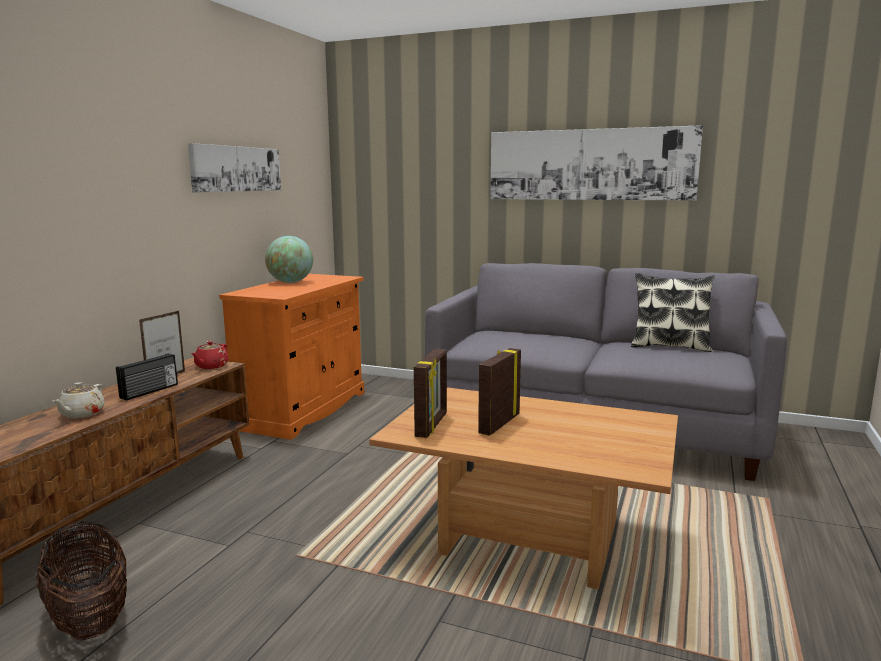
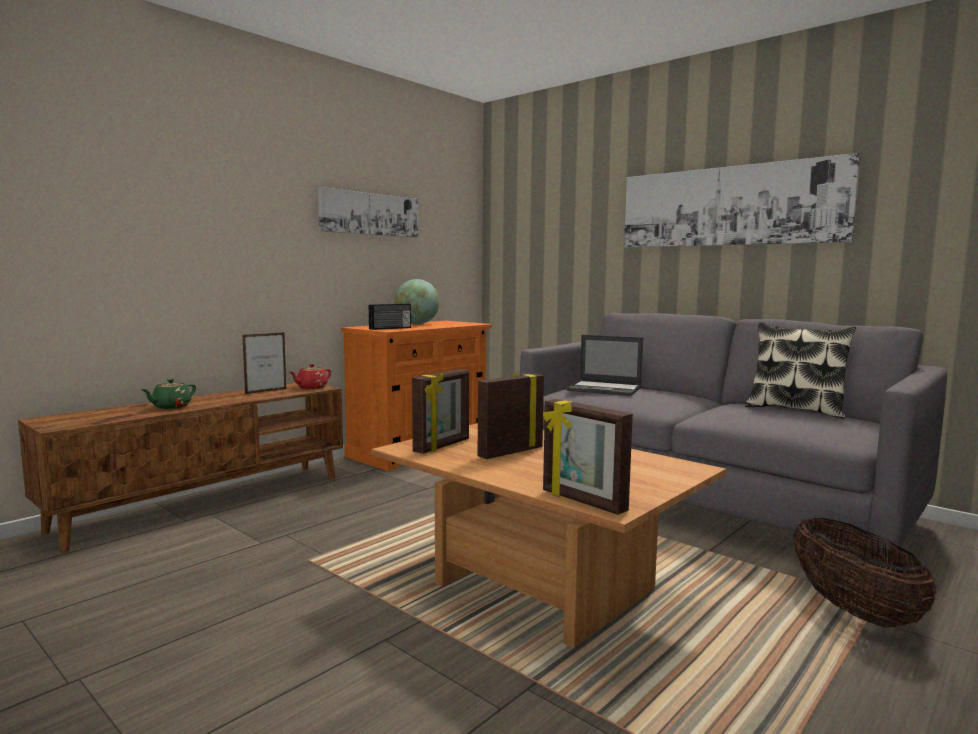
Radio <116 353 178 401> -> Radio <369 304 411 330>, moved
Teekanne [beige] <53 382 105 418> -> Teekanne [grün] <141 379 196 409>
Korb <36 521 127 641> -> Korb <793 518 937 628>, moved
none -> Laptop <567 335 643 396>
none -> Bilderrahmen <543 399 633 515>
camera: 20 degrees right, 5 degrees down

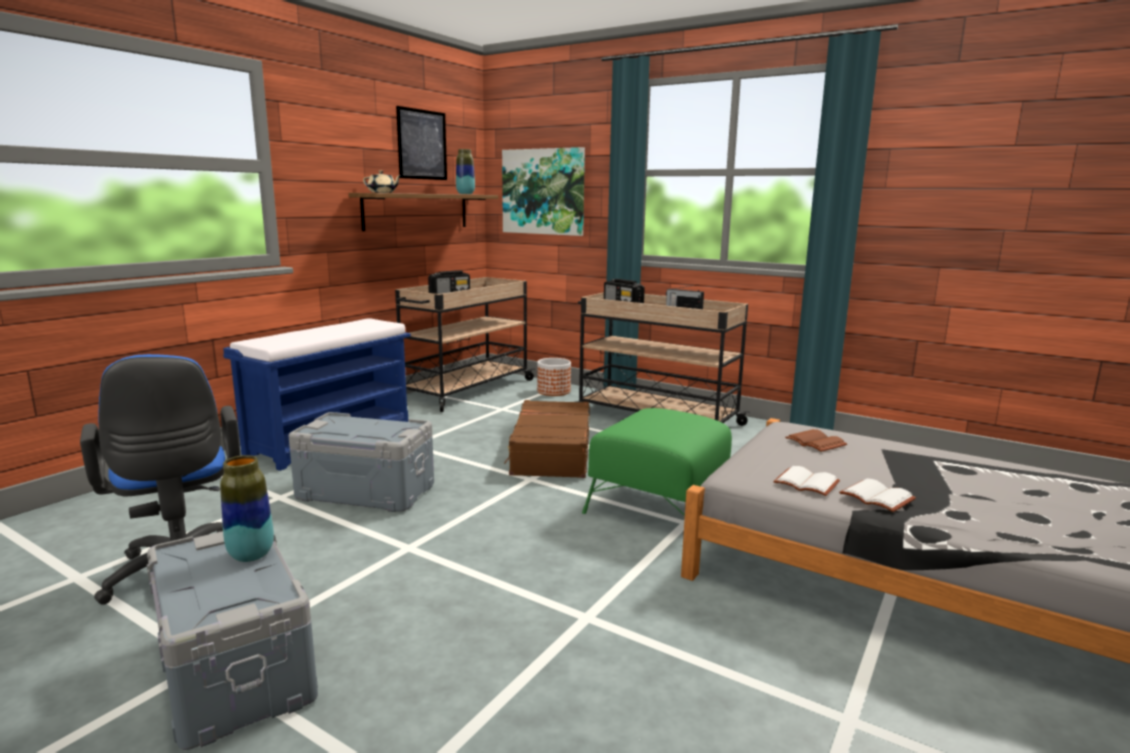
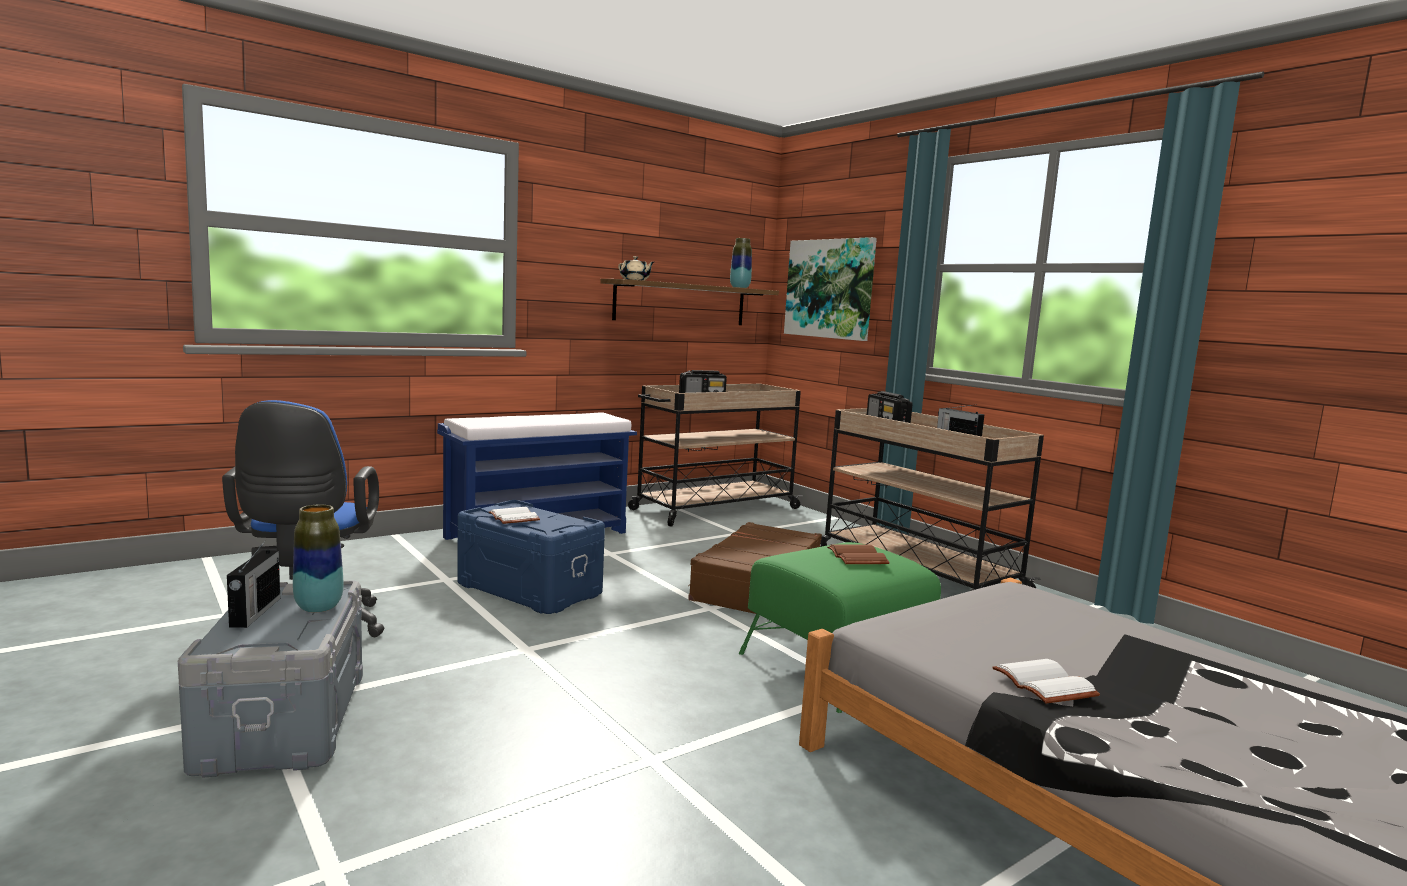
Bild <396 106 447 180> -> none
Pflanzkübel <537 358 571 396> -> none
Aufbewahrungsbox [grau] <288 412 434 512> -> Aufbewahrungsbox [blau] <457 500 605 614>
Buch [braun] <785 429 847 452> -> Buch [braun] <827 544 890 564>, moved
Buch [weiß] <773 466 840 496> -> Buch [weiß] <489 507 540 524>, moved
none -> Radio <227 539 280 628>
camera: 20 degrees right, 5 degrees down

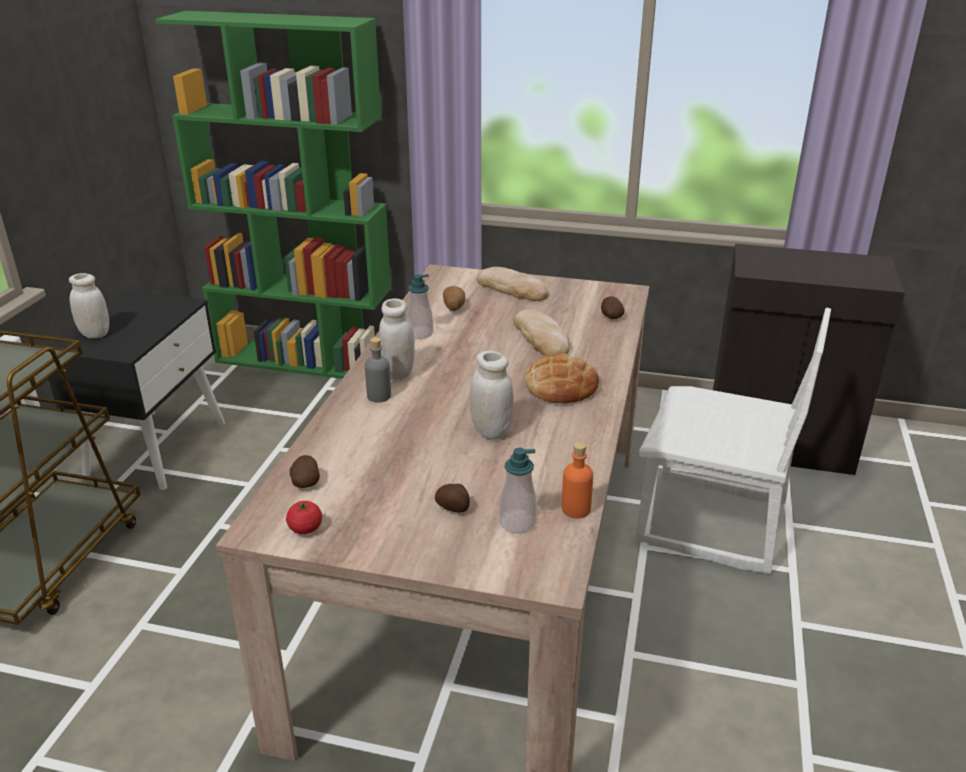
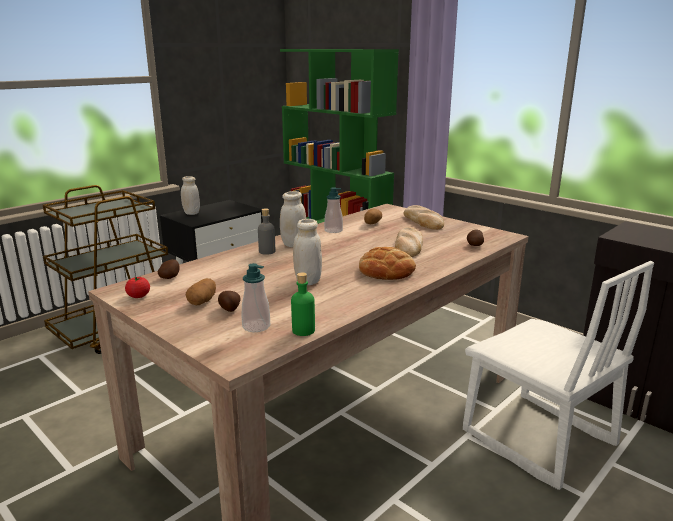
Flasche [orange] <562 442 593 518> -> Flasche [grün] <291 272 315 336>
none -> Kartoffel <186 278 216 305>
camera: 30 degrees right, 10 degrees down

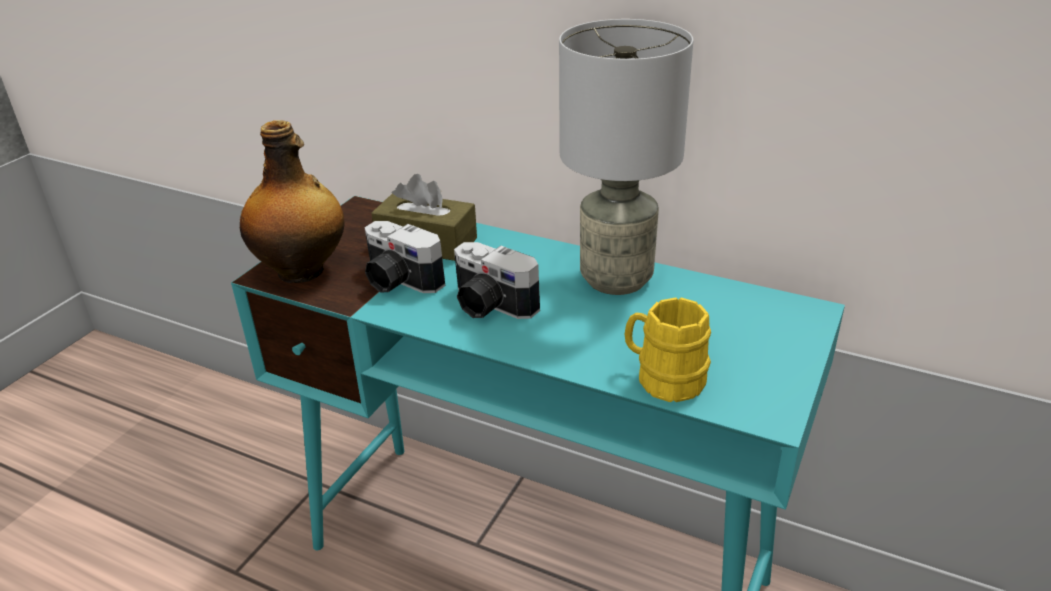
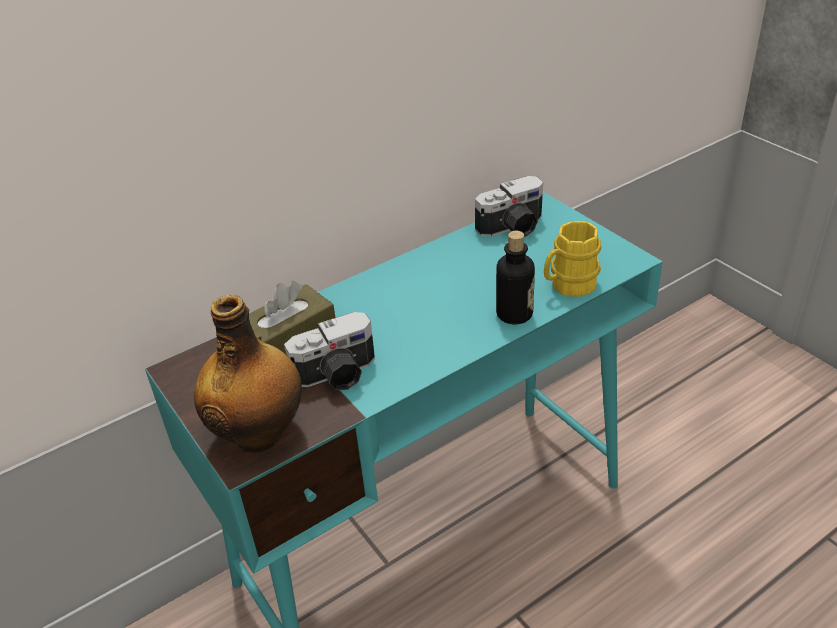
Tischlampe [grau] <559 19 694 295> -> none
Kamera <454 242 540 319> -> Kamera <475 176 543 237>, moved
none -> Flasche <496 231 535 324>
camera: 60 degrees left, 5 degrees up

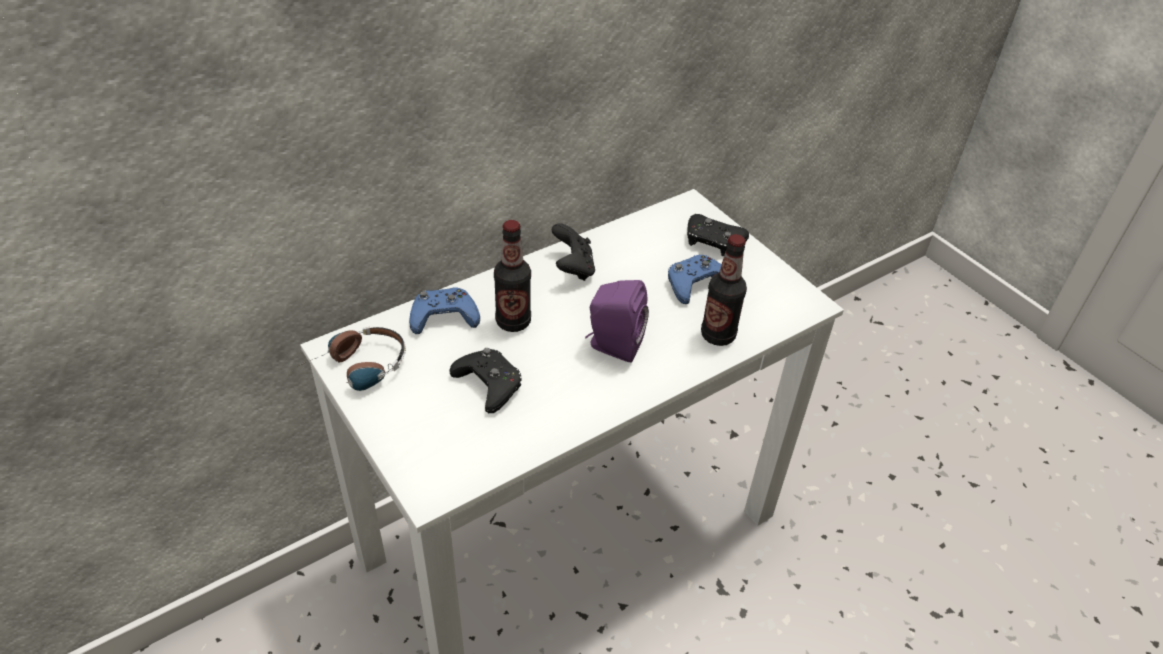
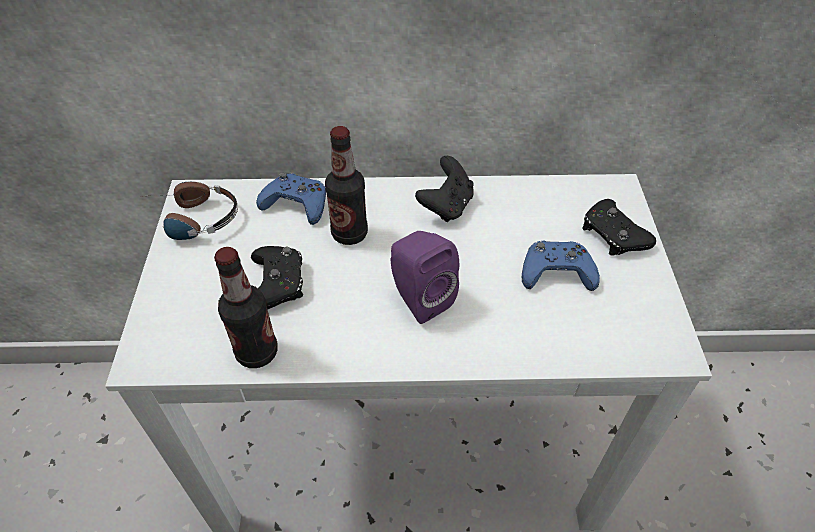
Flasche <701 234 747 346> -> Flasche <214 247 278 368>, moved
camera: 35 degrees right, 5 degrees up

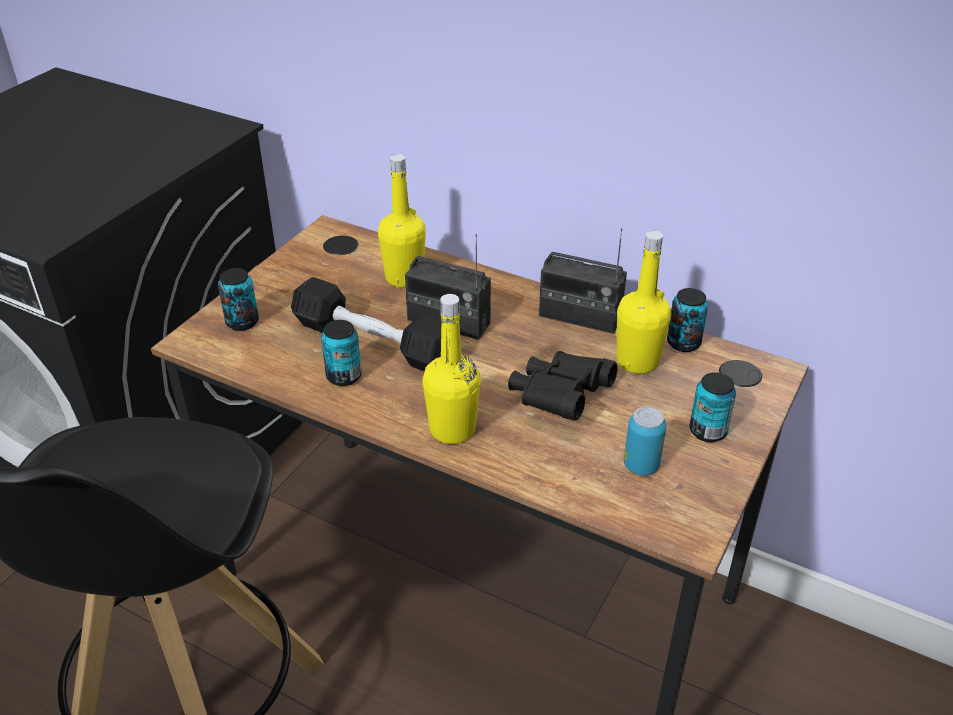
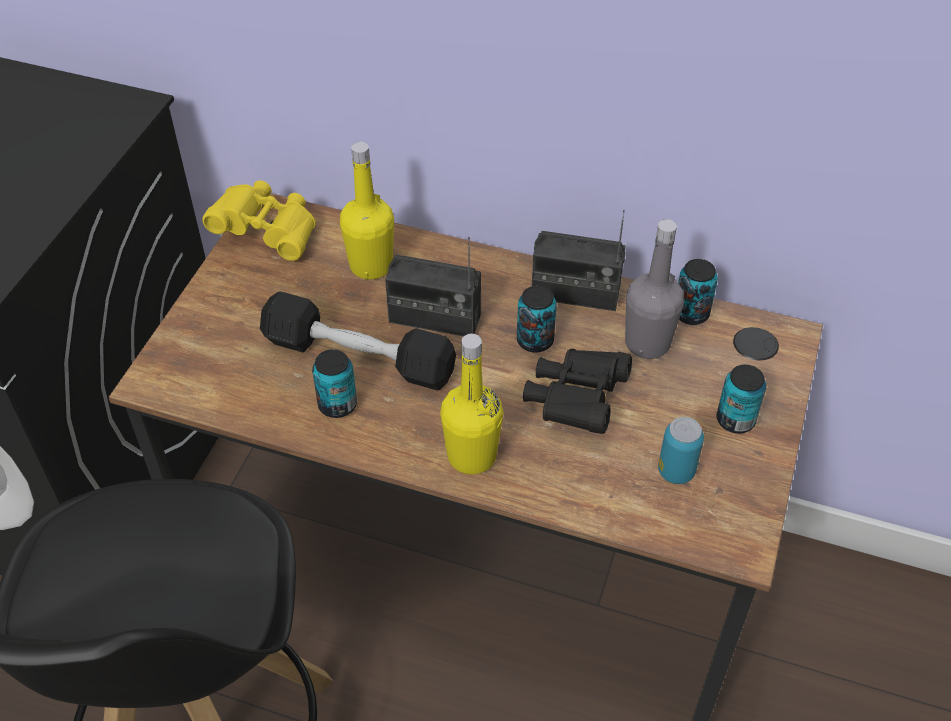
Flasche [gelb] <617 230 671 374> -> Flasche [grau] <625 219 684 359>
Dose <218 268 259 331> -> Dose <517 286 557 353>, moved
none -> Fernglas [gelb] <202 180 316 261>
camera: 10 degrees left, 10 degrees up

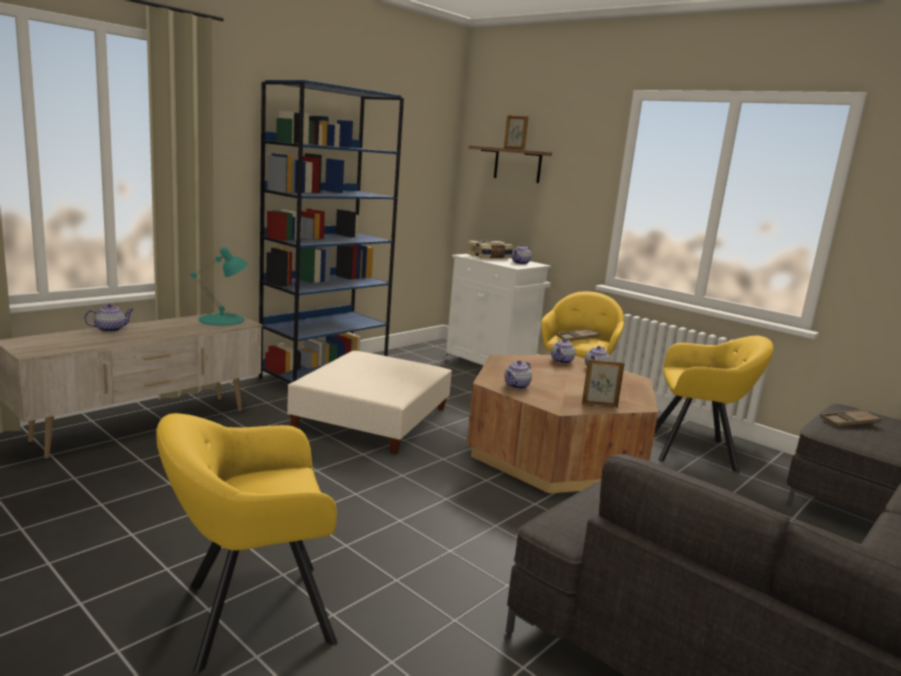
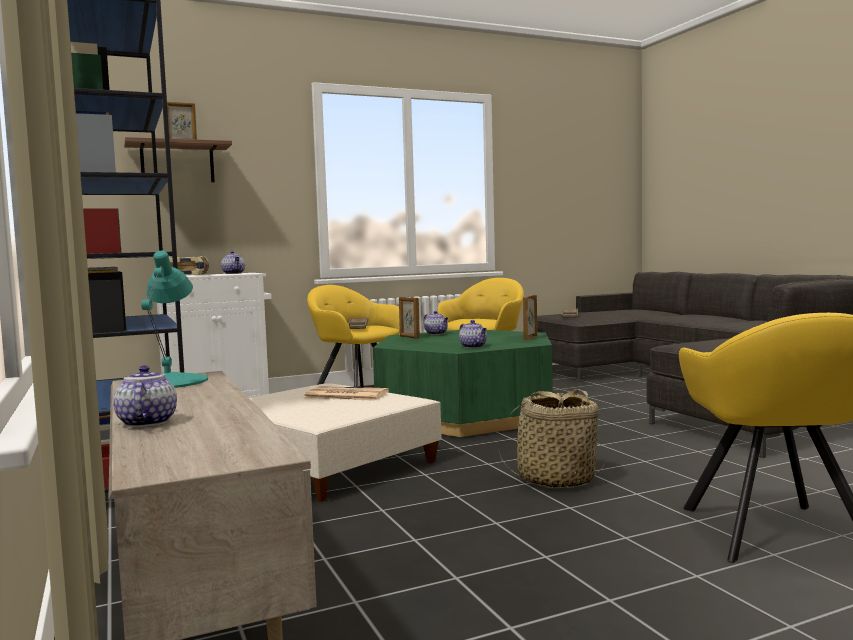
Teekanne <551 339 575 364> -> Bilderrahmen <399 297 420 339>
Couchtisch [braun] <467 355 658 494> -> Couchtisch [grün] <373 330 553 438>
none -> Zeitung <303 386 389 401>
none -> Korb <498 389 606 488>
camera: 65 degrees left, 10 degrees down

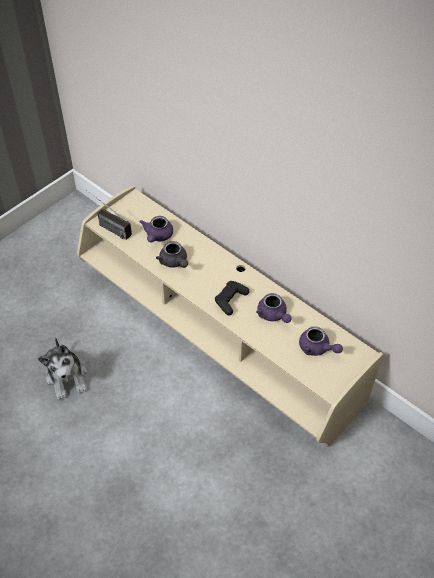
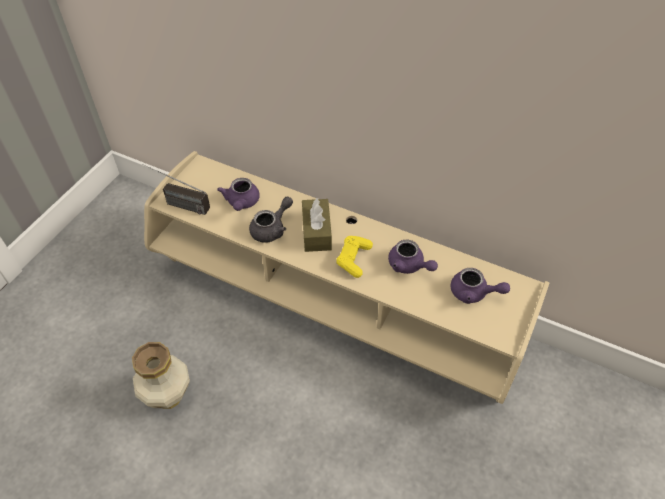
Teekanne [grau] <156 241 188 268> -> Teekanne [grau] <249 197 293 243>, 90 degrees counterclockwise
Gamepad [schwarz] <215 281 249 316> -> Gamepad [gelb] <336 236 373 278>
Plüschtier <38 337 87 400> -> Vase <132 342 190 409>
none -> Taschentuchbox [braun] <302 198 332 252>
camera: 15 degrees left, 0 degrees up

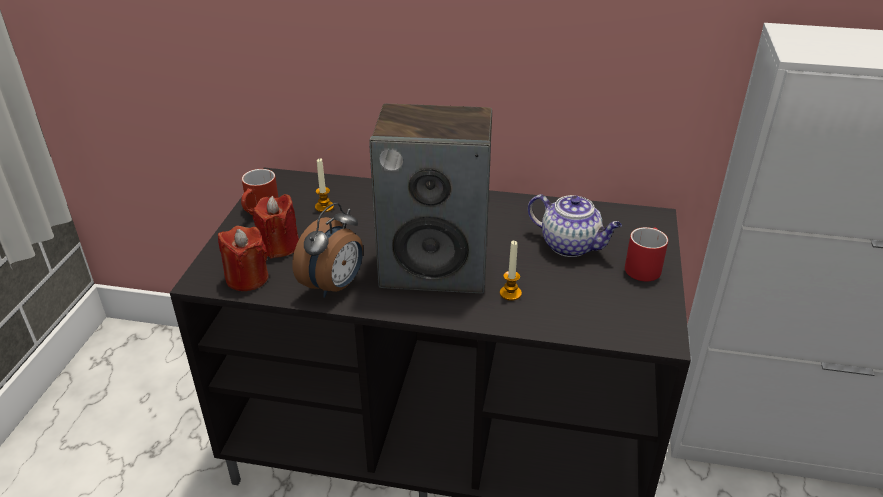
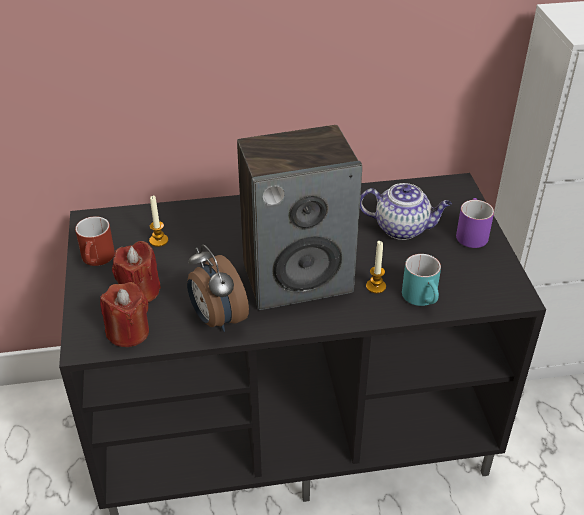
Wecker <292 203 363 298> -> Wecker <187 245 249 332>, 135 degrees clockwise
Henkelbecher [rot] <625 227 668 281> -> Henkelbecher [lila] <456 198 494 248>
none -> Henkelbecher [türkis] <402 254 441 306>
camera: 20 degrees left, 5 degrees up

